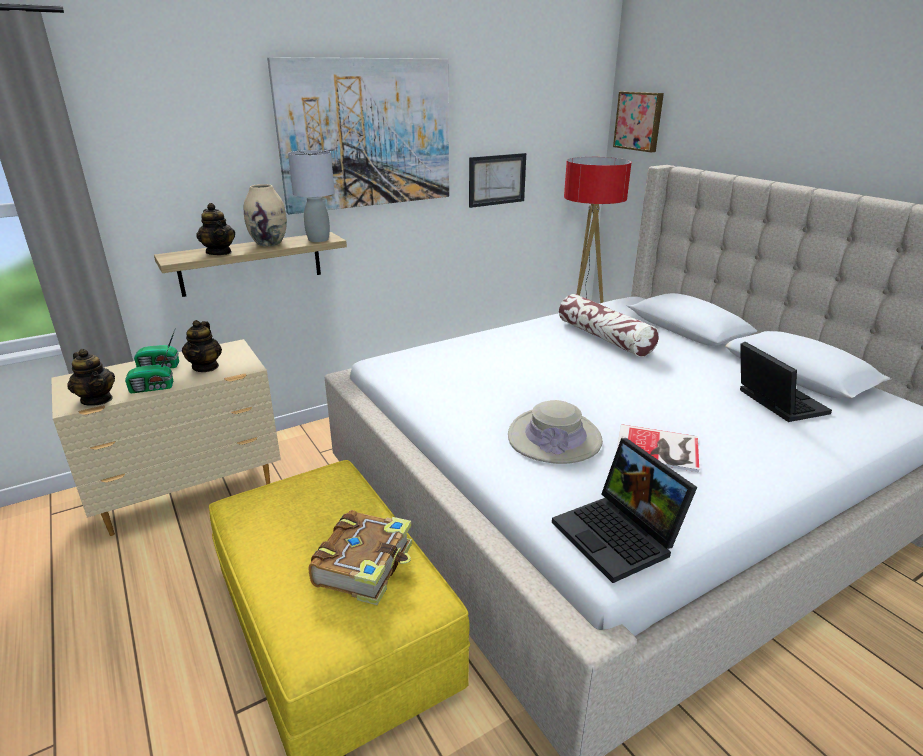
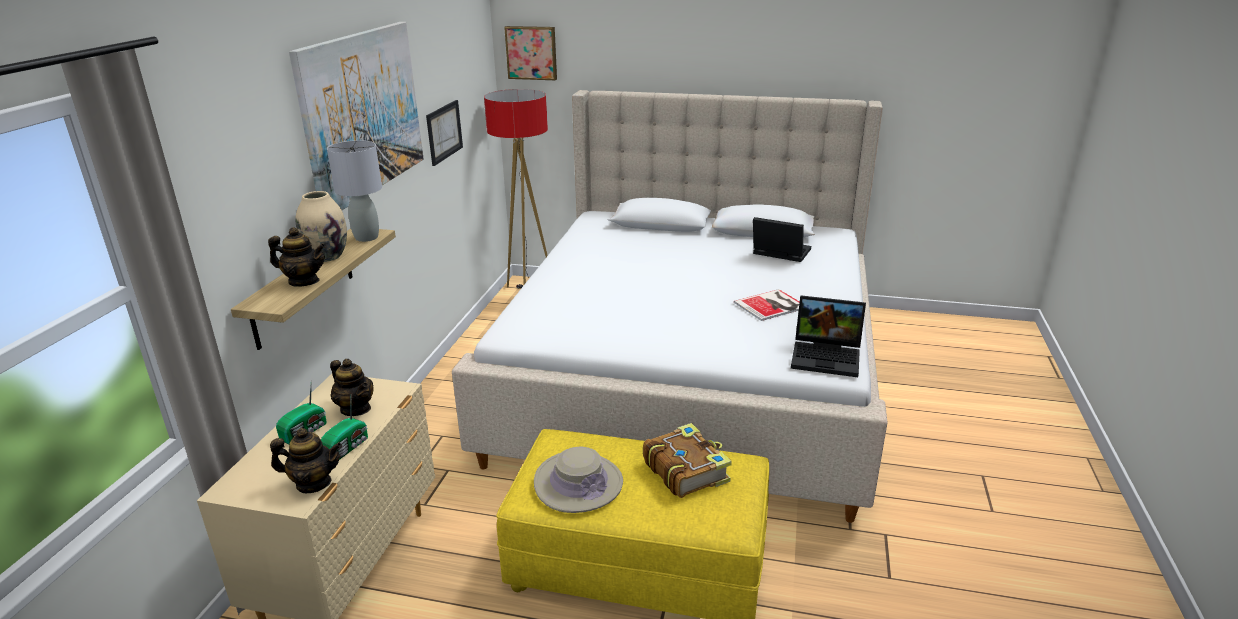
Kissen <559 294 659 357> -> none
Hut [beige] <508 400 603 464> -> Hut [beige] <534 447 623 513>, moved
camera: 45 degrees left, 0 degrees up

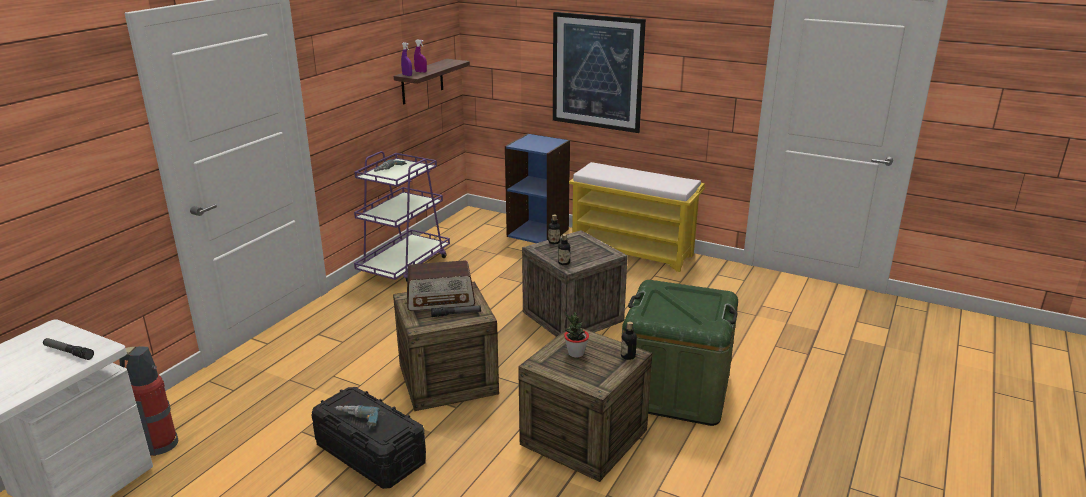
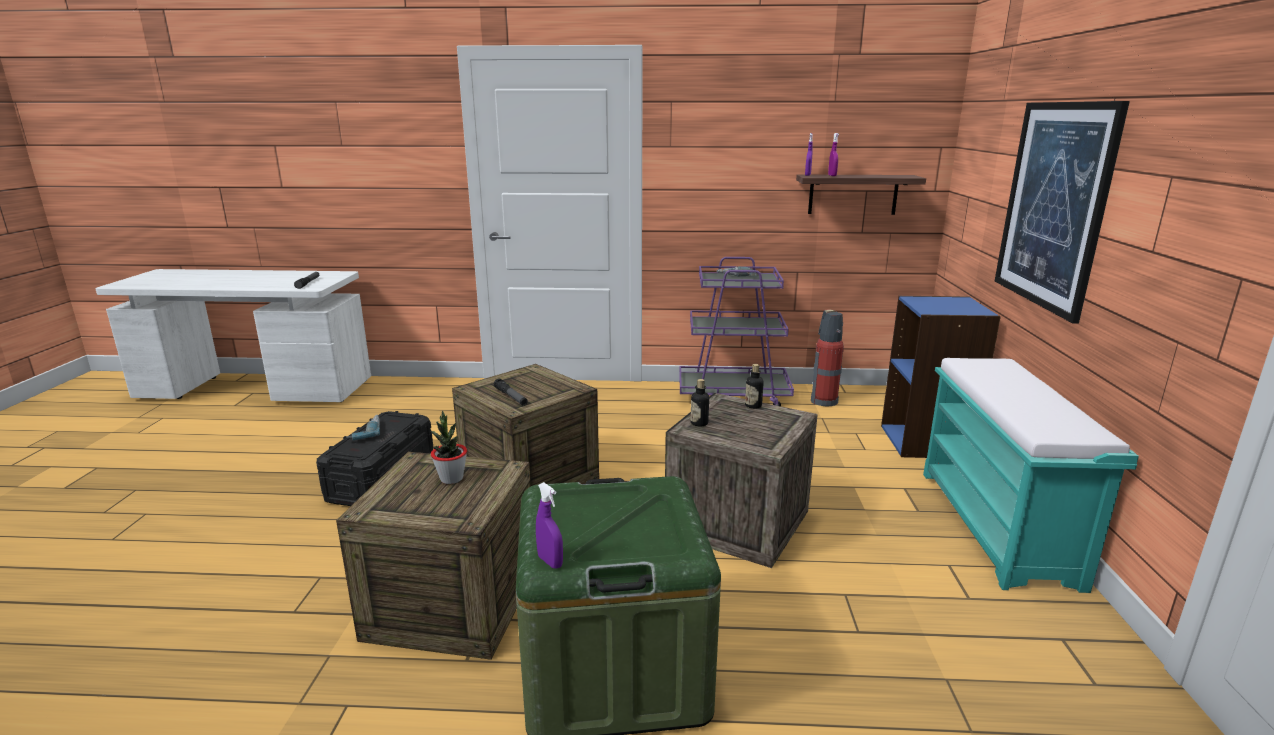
Bank [gelb] <569 162 705 272> -> Bank [türkis] <923 358 1139 593>
Radio <407 260 475 311> -> none
Flasche <621 321 637 360> -> none
Feuerlöscher <120 346 178 456> -> Feuerlöscher <811 309 844 406>, moved
none -> Sprühflasche [lila] <536 482 563 569>
camera: 65 degrees right, 5 degrees down

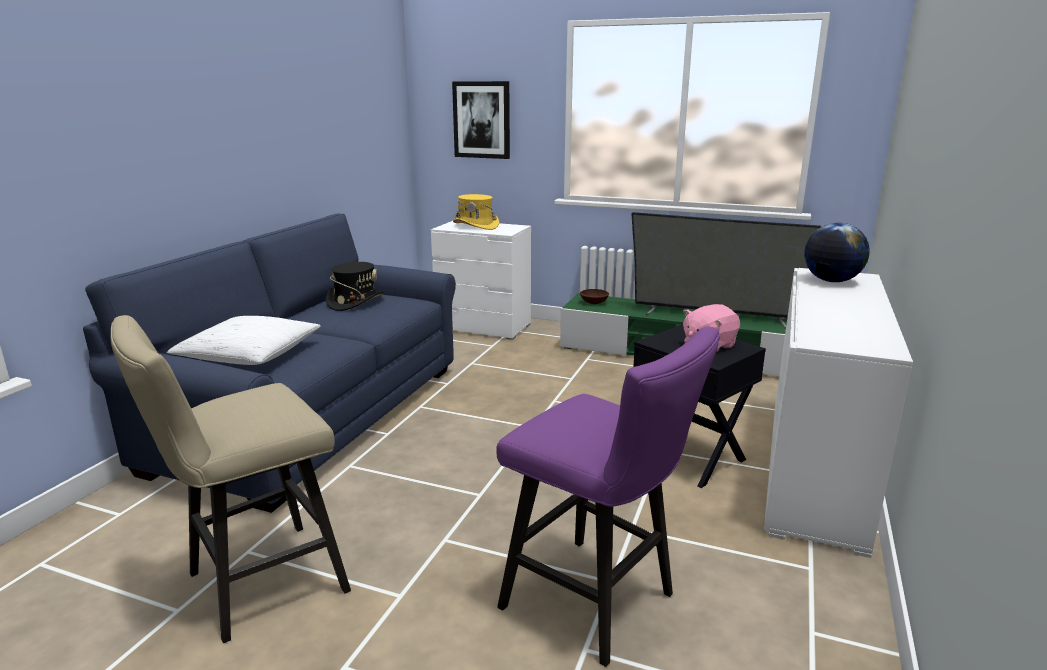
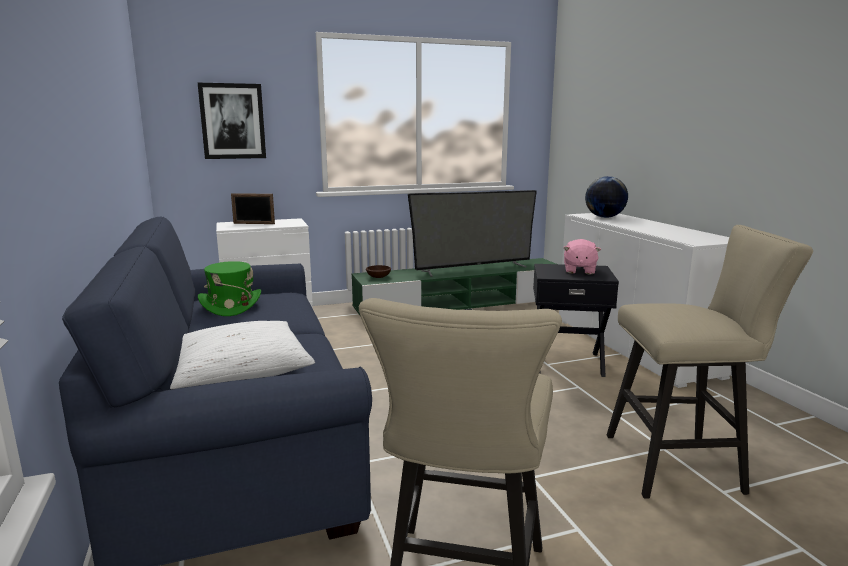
Hut [gelb] <453 194 499 230> -> Bilderrahmen <231 193 275 224>
Hut [schwarz] <326 262 384 311> -> Hut [grün] <198 261 261 316>
Hocker [lila] <496 326 720 667> -> Hocker [beige] <607 225 813 499>
camera: 40 degrees left, 5 degrees down

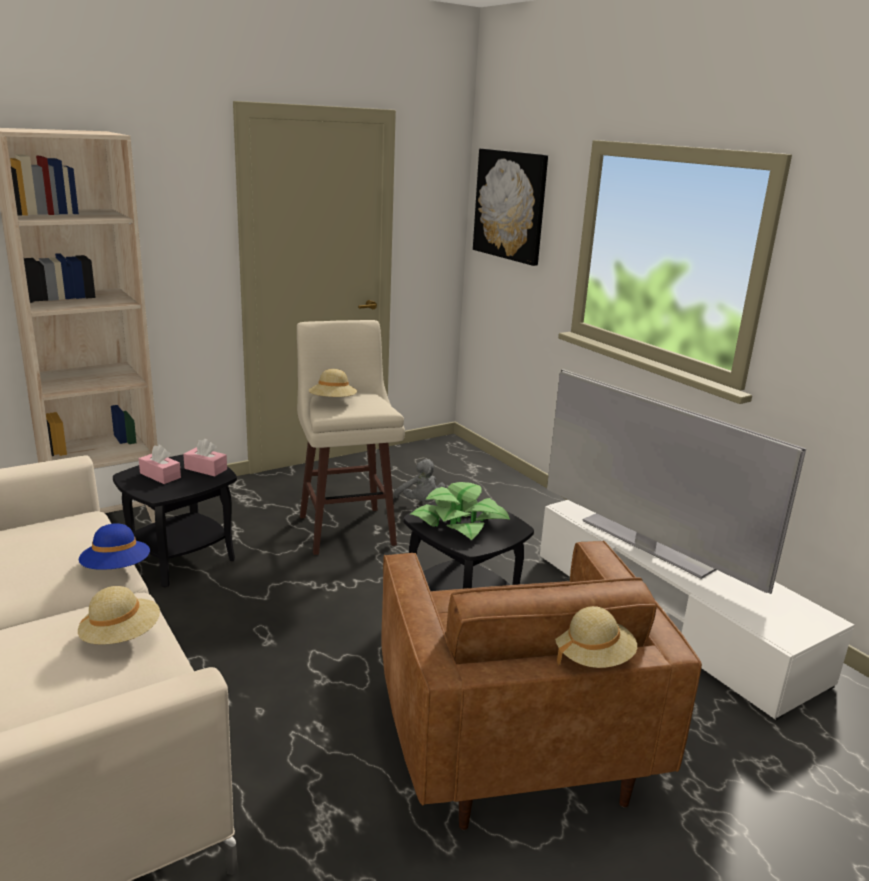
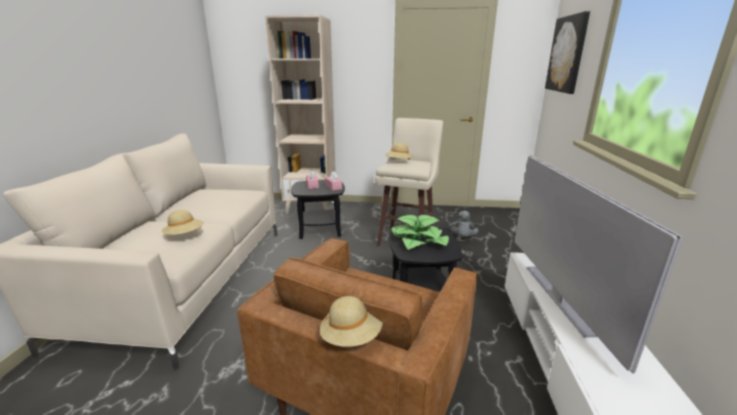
Hut [blau] <79 523 150 570> -> none
camera: 40 degrees right, 0 degrees up

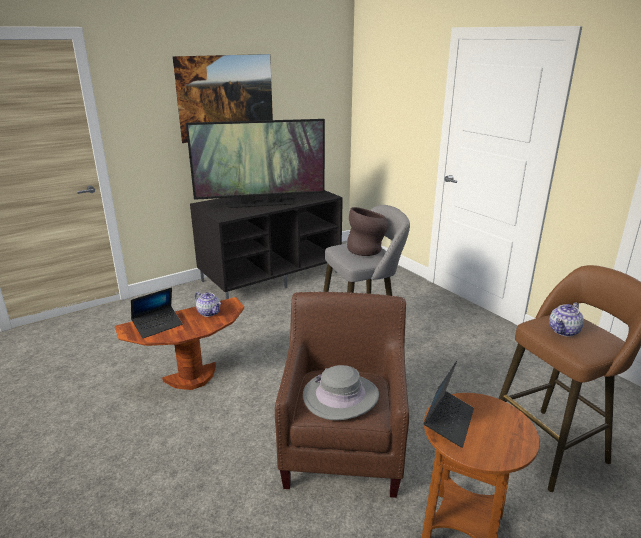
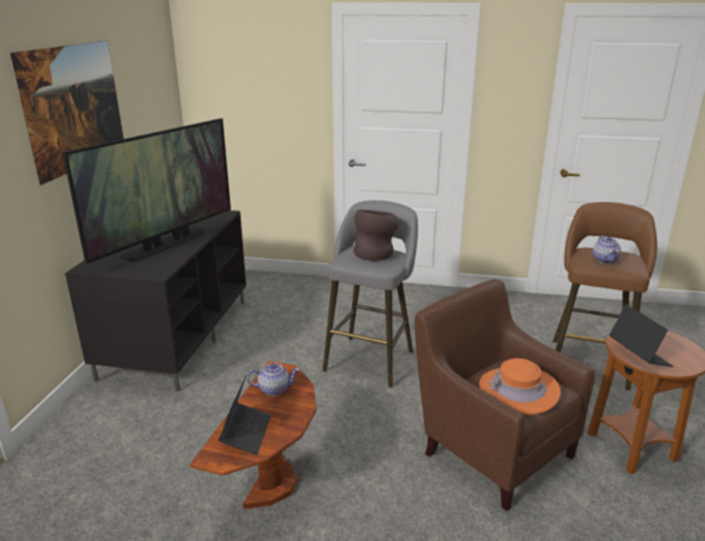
Hut [grau] <303 365 379 420> -> Hut [orange] <479 358 561 415>
camera: 45 degrees left, 0 degrees up

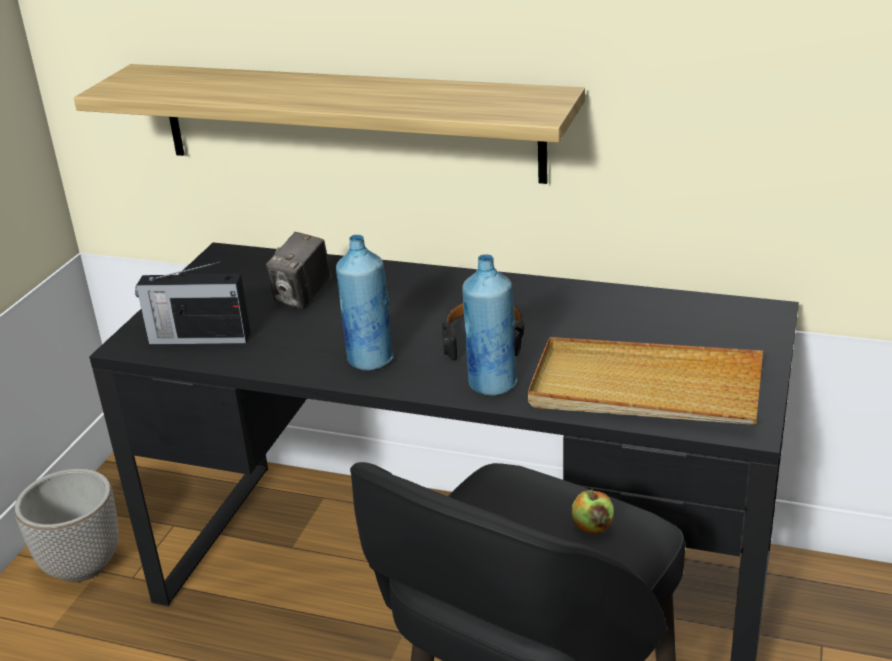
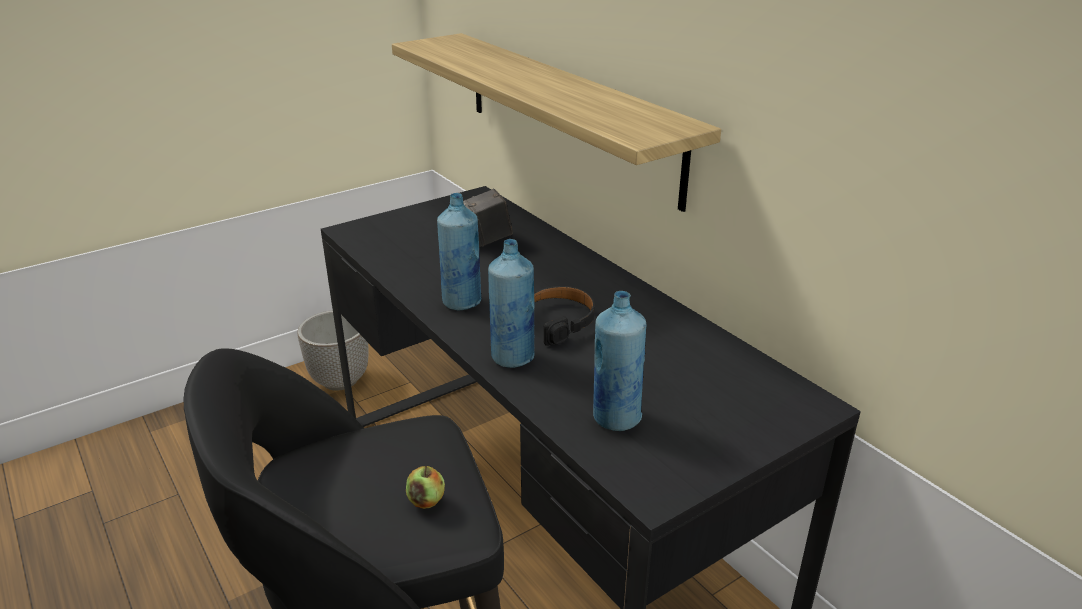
Radio <135 261 251 344> -> none
Tablett [beige] <528 337 763 425> -> Flasche [blau] <593 291 646 431>
camera: 35 degrees right, 0 degrees up

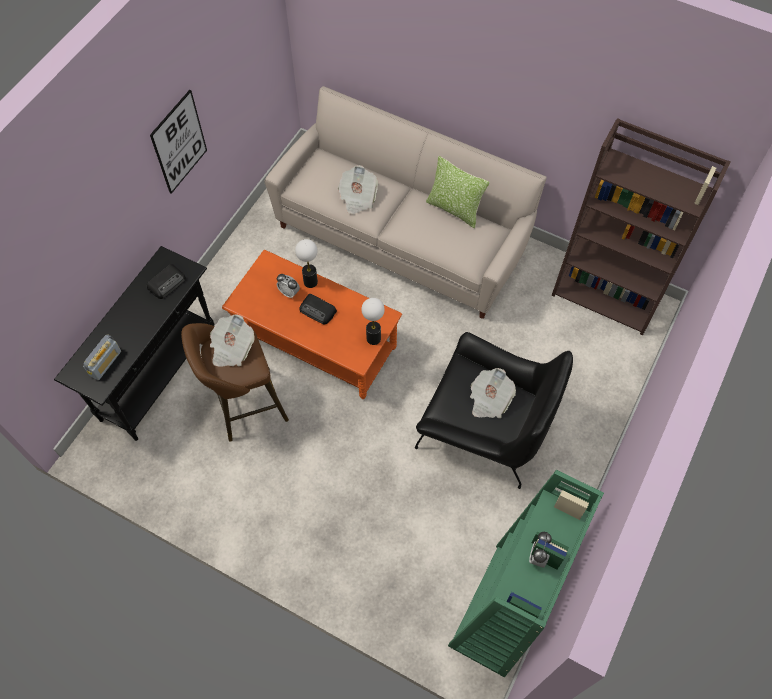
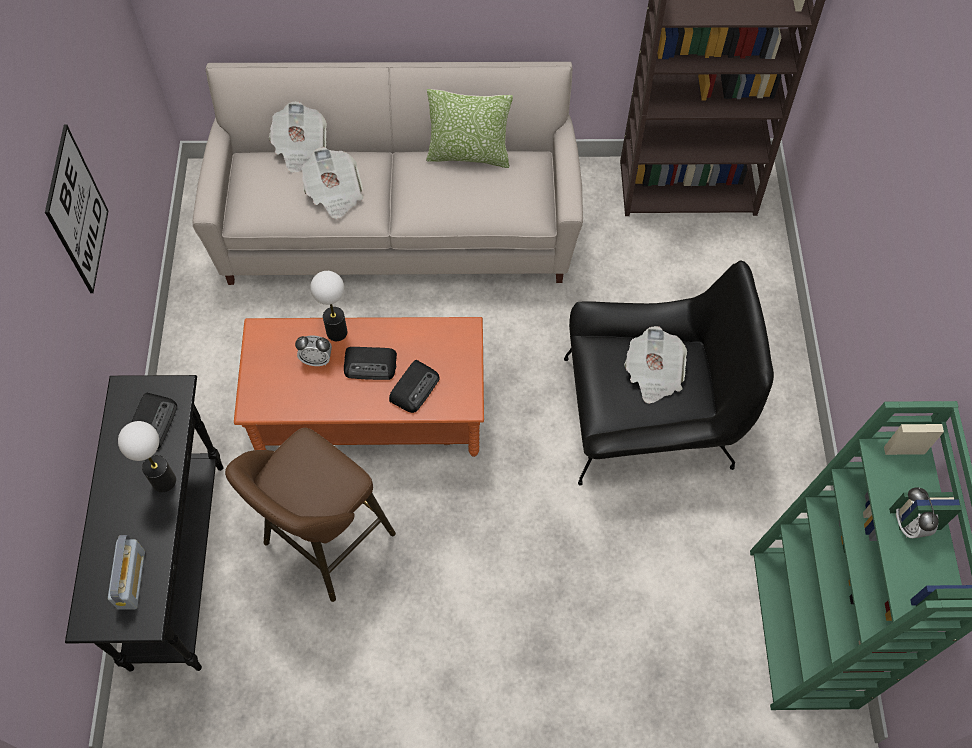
Tischlampe <361 298 385 345> -> Tischlampe <118 421 176 492>, moved
Zeitung <210 314 255 367> -> Zeitung <269 101 327 173>, moved
none -> Radio <389 360 439 413>
camera: 30 degrees left, 0 degrees up

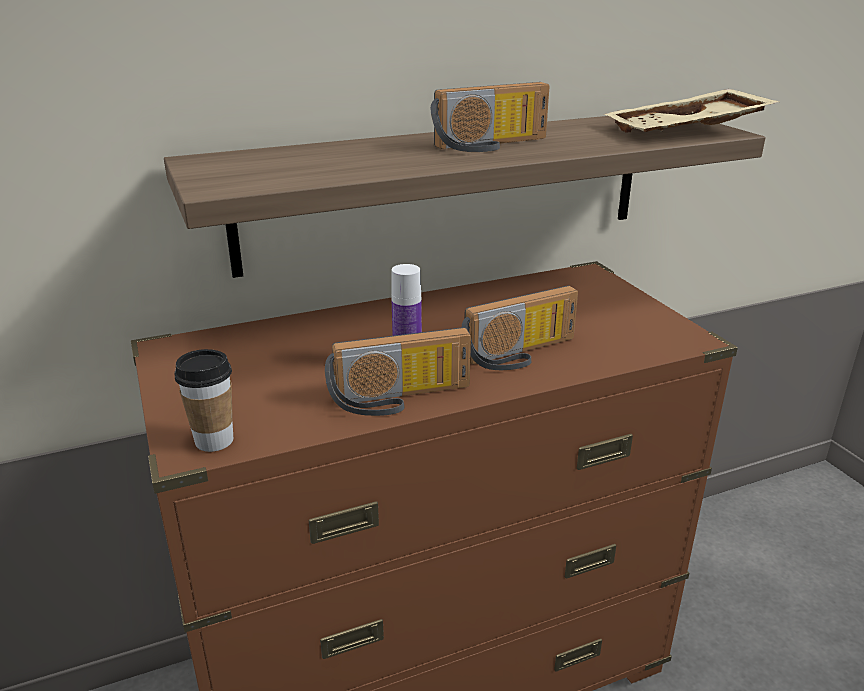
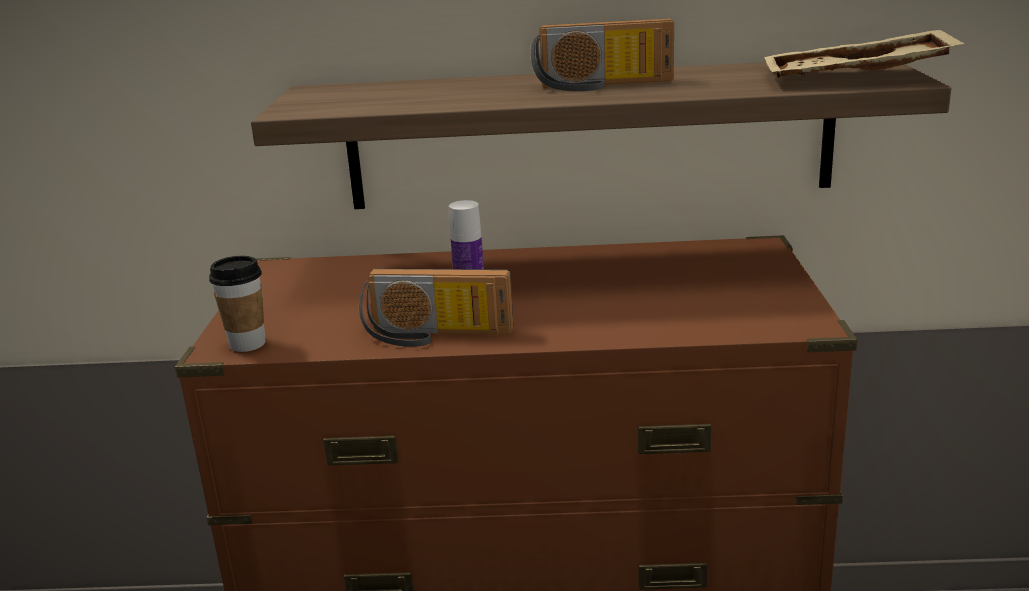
Radio <462 285 578 370> -> none
camera: 25 degrees right, 5 degrees down

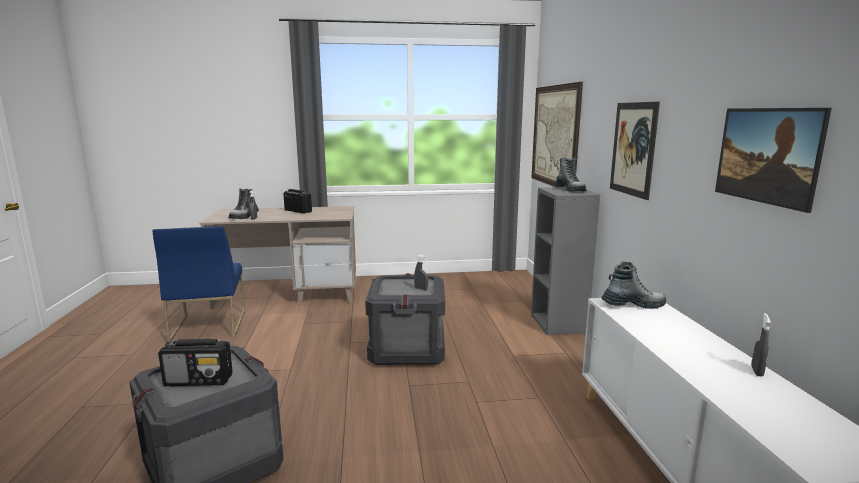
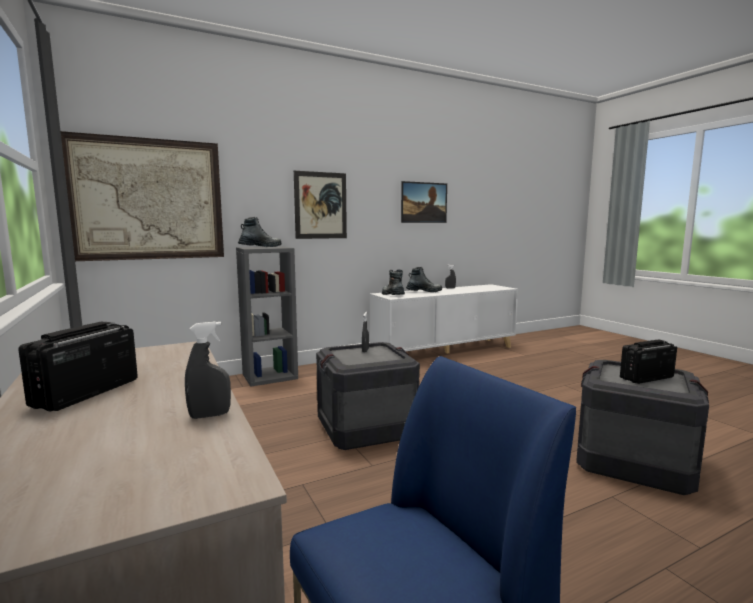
Stiefel <229 189 259 219> -> Stiefel <406 267 442 292>, moved
Radio <158 339 233 386> -> Radio <620 339 677 384>, 90 degrees counterclockwise
camera: 110 degrees left, 5 degrees down

